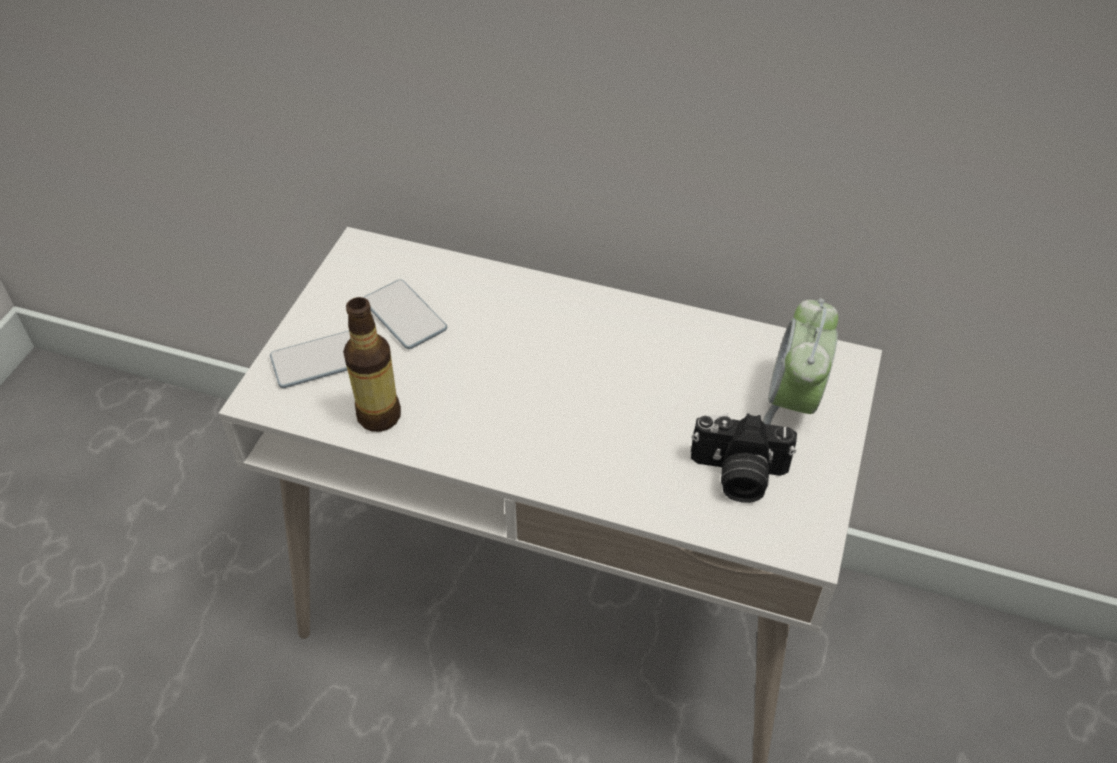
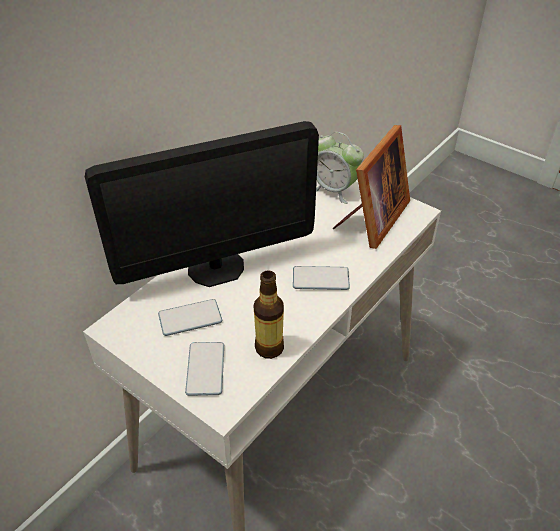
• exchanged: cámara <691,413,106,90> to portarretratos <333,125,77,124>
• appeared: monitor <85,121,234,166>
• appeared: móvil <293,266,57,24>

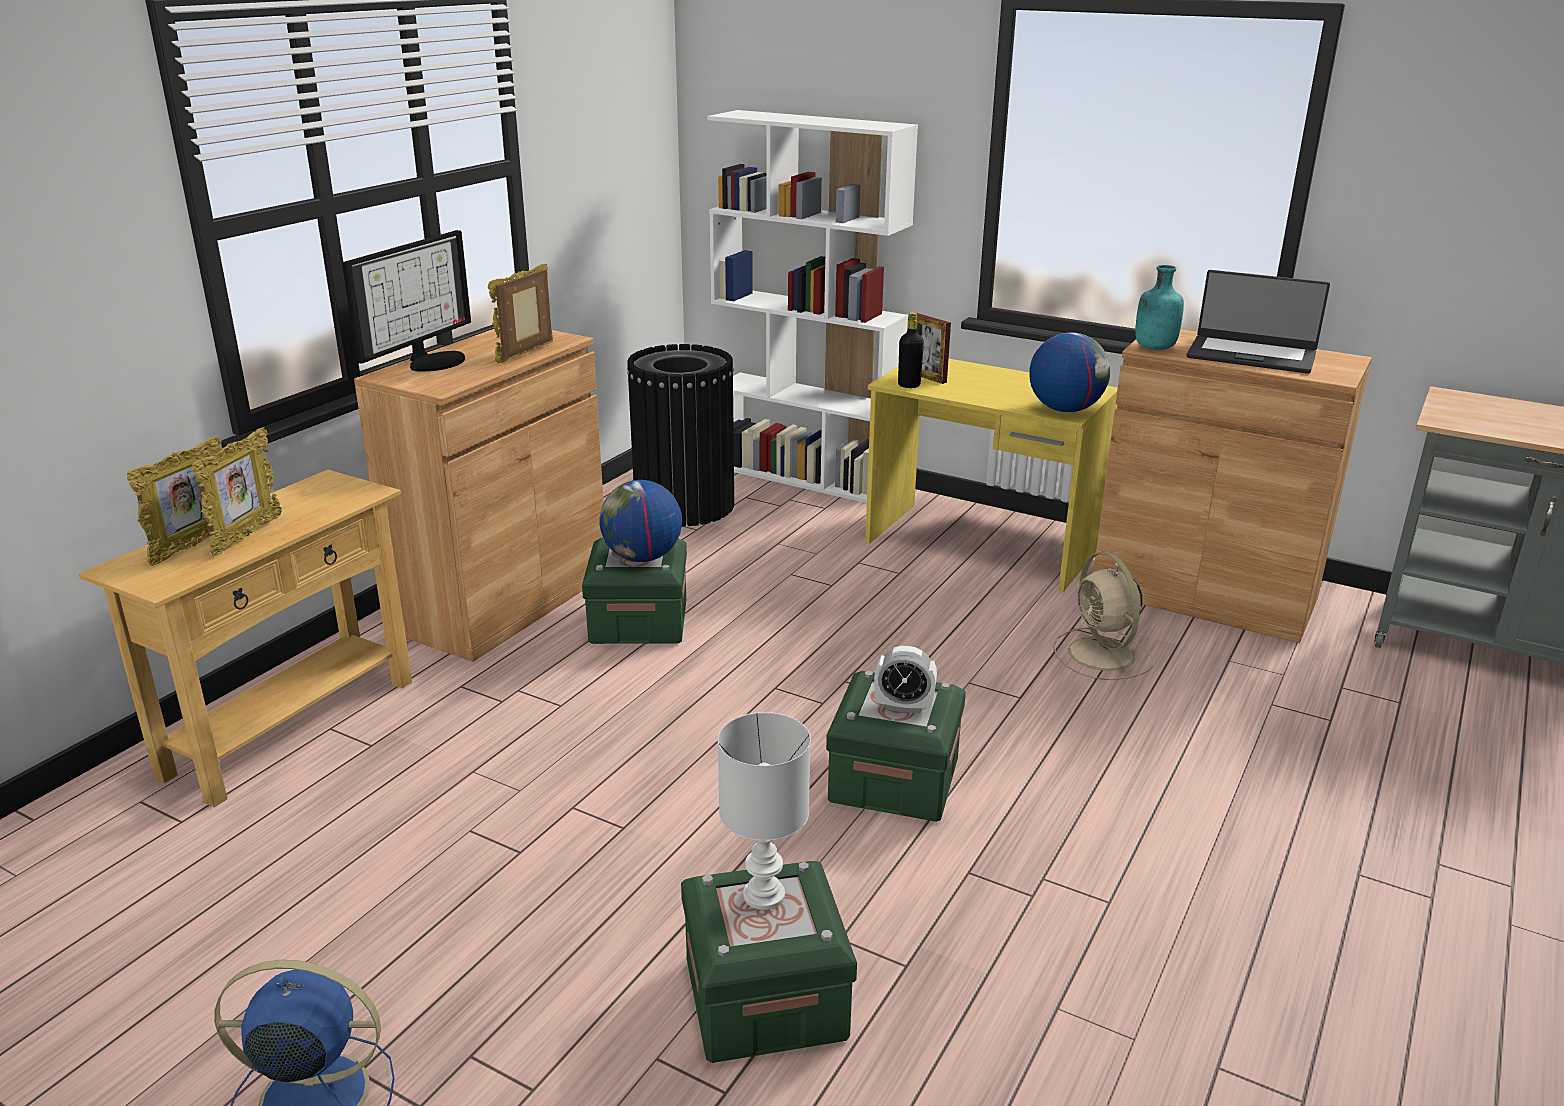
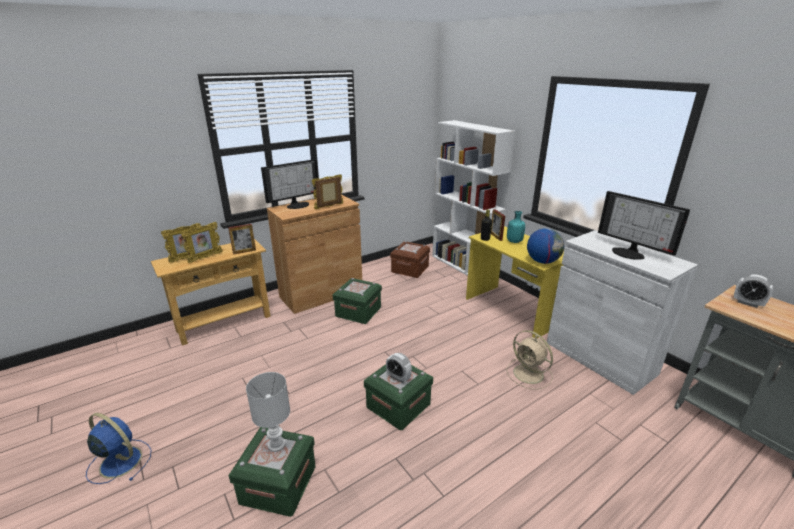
• missing: globo terráqueo <599,480,83,82>
• exchanged: papelera (negro) <627,344,107,182> to caja de almacenaje (marrón) <390,241,40,37>
• spun: ventilador (beis) <1053,552,101,128> = <506,330,47,60> 45 degrees counterclockwise
• colour: armario (marrón) <1093,329,279,314> to armario (blanco) <547,230,151,165>
• relocated: botella (turquesa) <1135,265,49,85> to <507,211,18,32>
• exchanged: portátil <1186,270,144,103> to monitor <598,191,92,69>
• appeared: portarretratos <228,224,28,30>
• appeared: despertador <734,274,39,34>

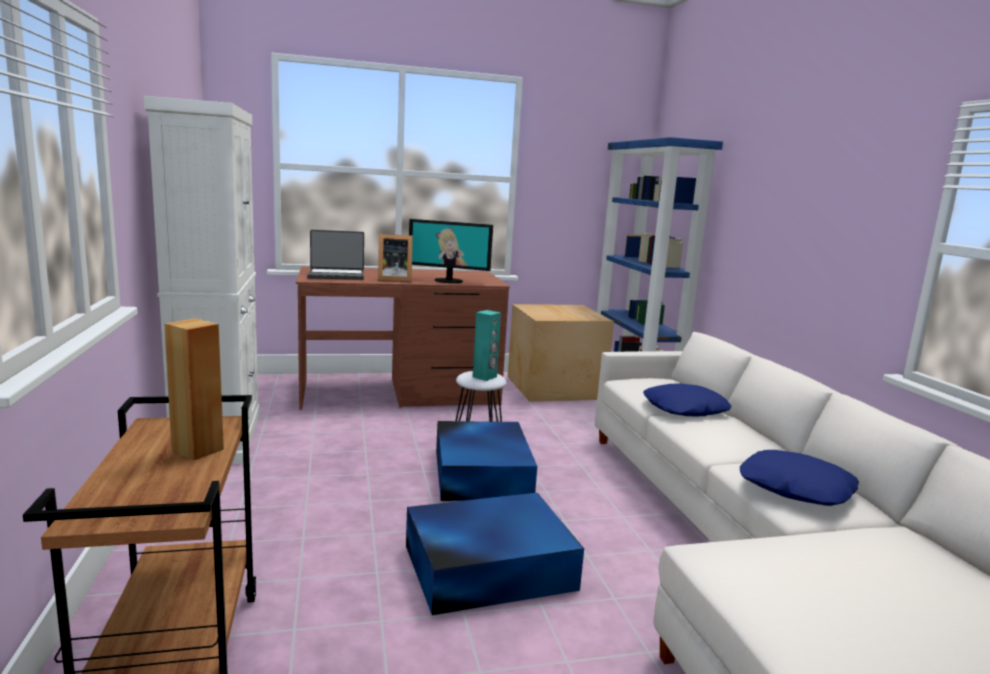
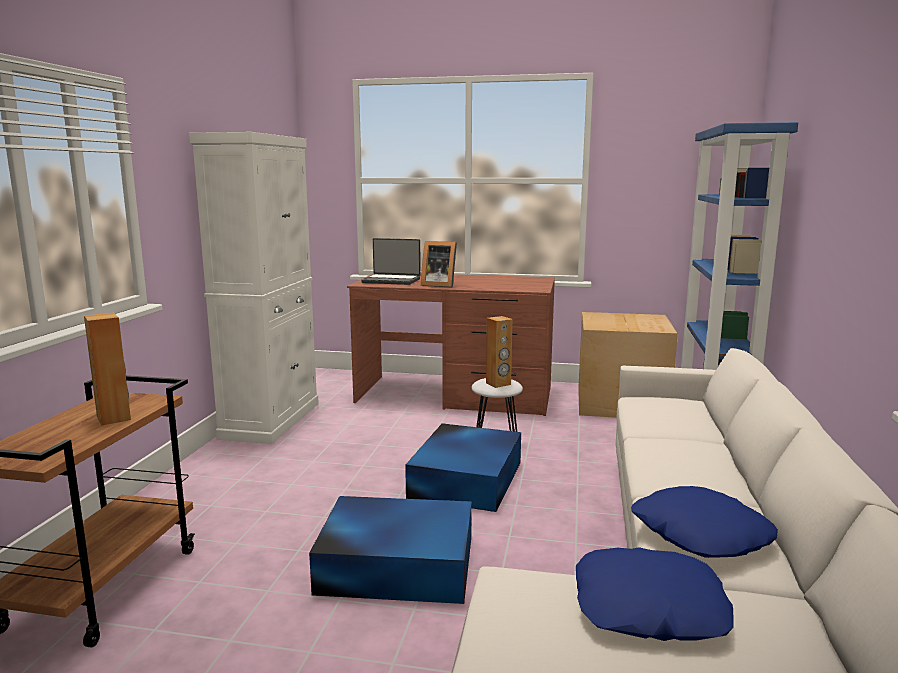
• missing: monitor <409,219,84,64>
• colour: altavoz (turquesa) <473,310,28,71> to altavoz (marrón) <486,316,26,72>
• relocated: cojín (azul) <643,383,89,33> to <576,547,157,94>

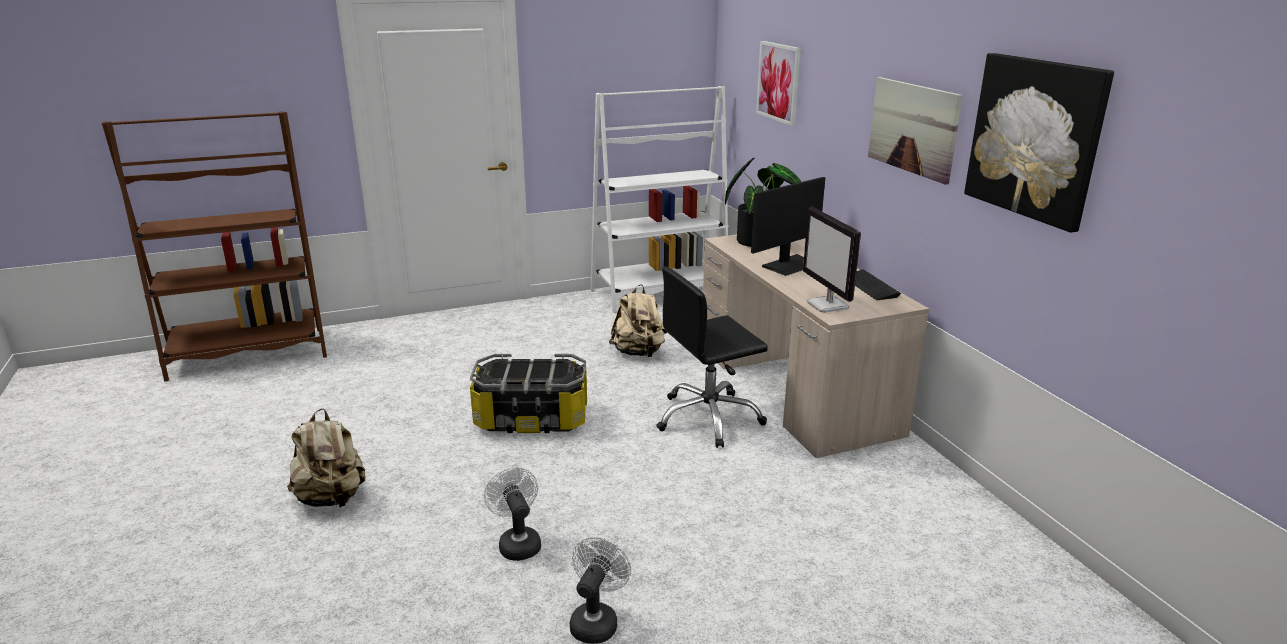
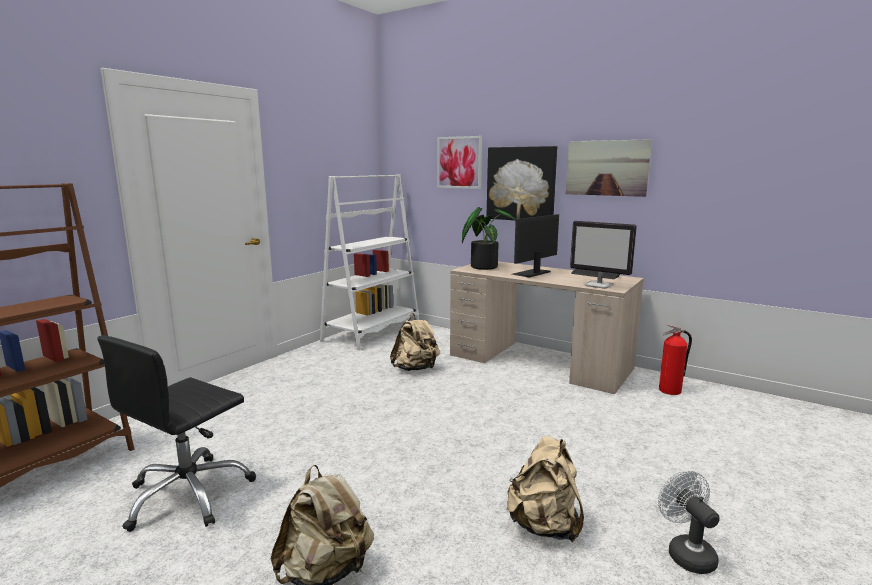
• missing: caja de almacenaje <470,354,117,79>
• exchanged: ventilador (blanco) <484,467,57,94> to mochila (beis) <506,435,78,107>
• relocated: silla de oficina (negro) <656,267,112,181> to <97,335,159,197>
• spun: monitor <751,177,74,99> = <512,214,47,64> 150 degrees counterclockwise
• relocated: cuadro <964,53,150,180> to <486,146,71,74>
• appeared: extintor <659,324,33,71>

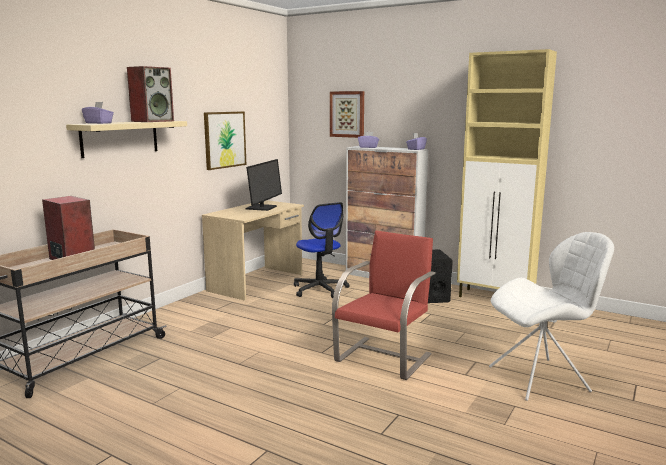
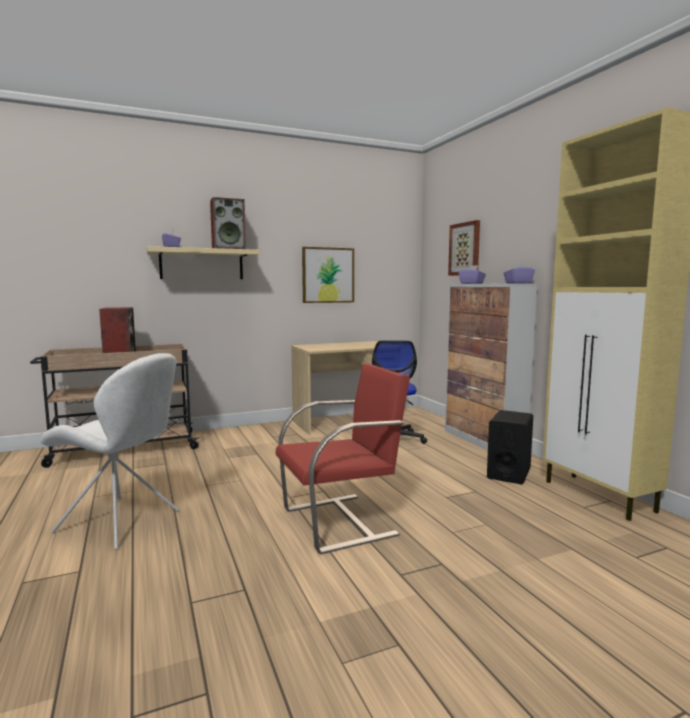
• missing: monitor <246,159,36,52>
• relocated: silla (blanco) <489,232,125,169> to <41,353,138,197>

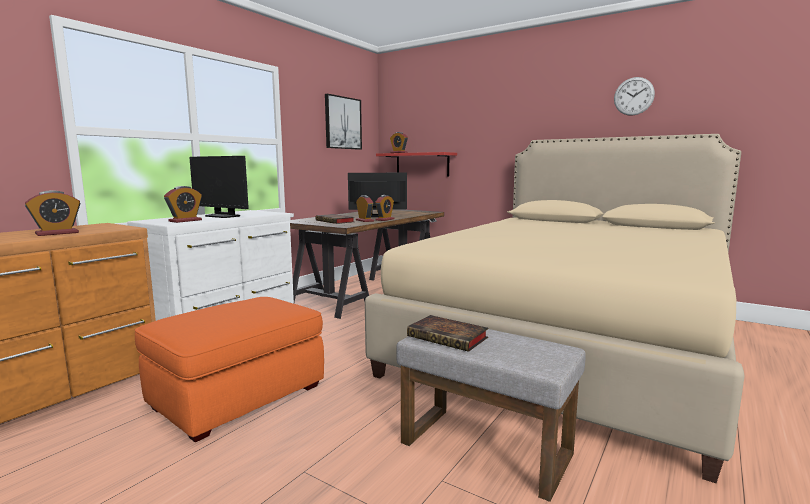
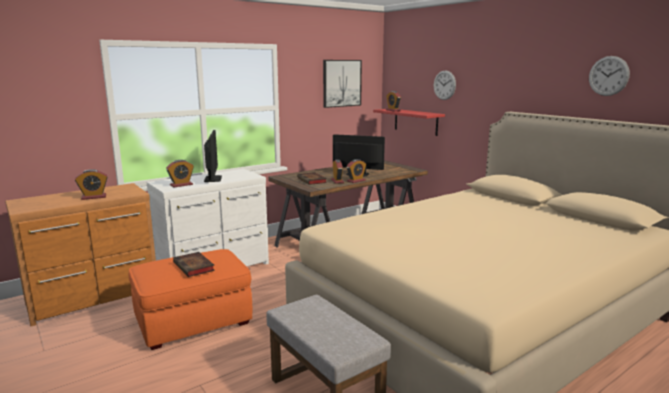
• spun: monitor <189,156,60,62> = <204,130,18,52> 150 degrees counterclockwise
• relocated: libro <407,315,82,37> to <173,252,42,25>
• appeared: reloj de pared <434,70,22,30>

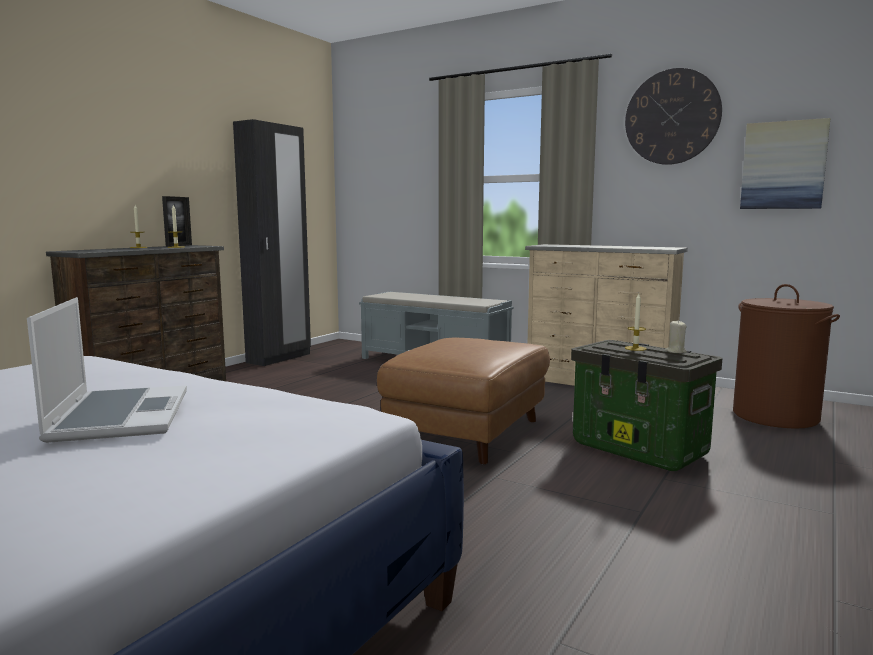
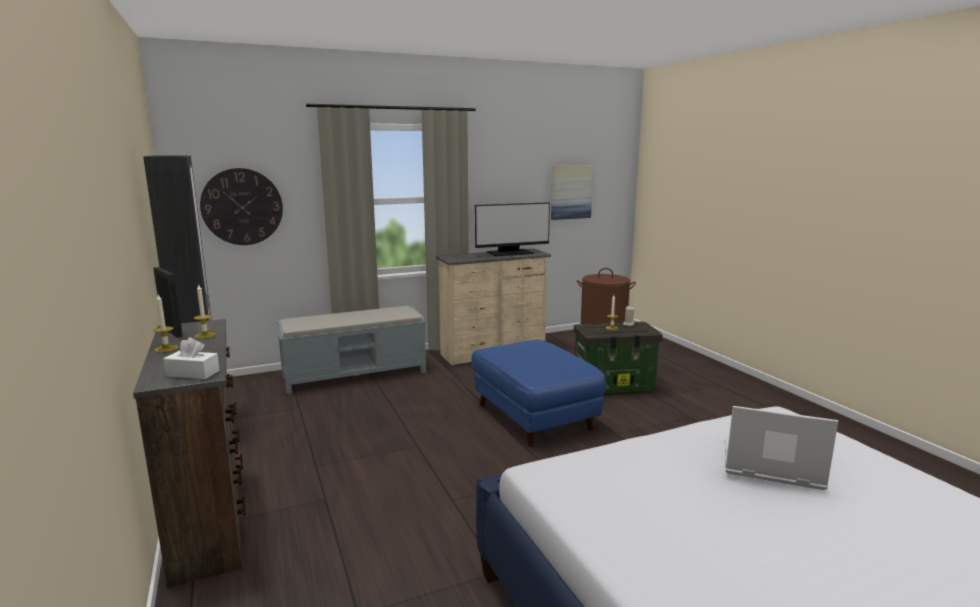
• colour: puf (marrón) <377,337,173,127> to puf (azul) <471,339,135,108>
• relocated: reloj de pared <625,68,97,97> to <200,168,83,77>
• appeared: caja de pañuelos (blanco) <163,337,57,42>
• appeared: monitor <475,202,75,54>

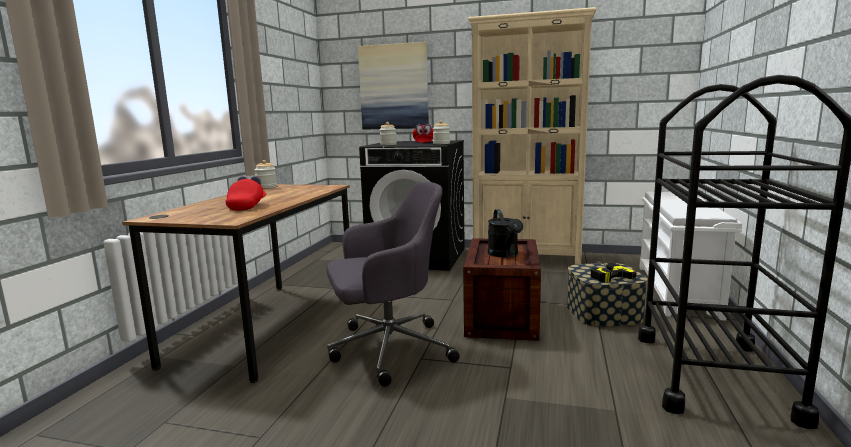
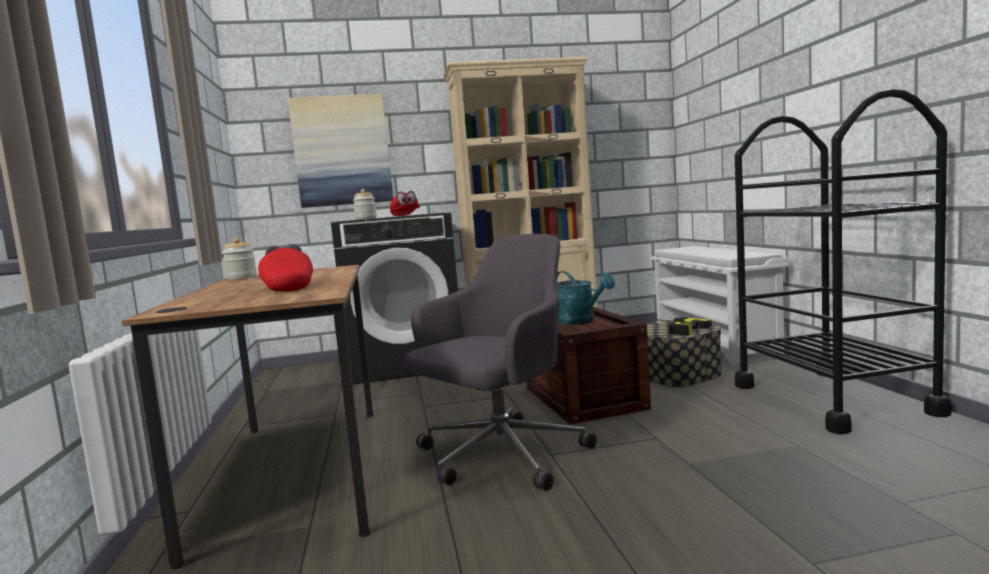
• missing: tarro <433,120,17,24>
• colour: regadera (negro) <488,209,35,48> to regadera (turquesa) <557,271,58,54>

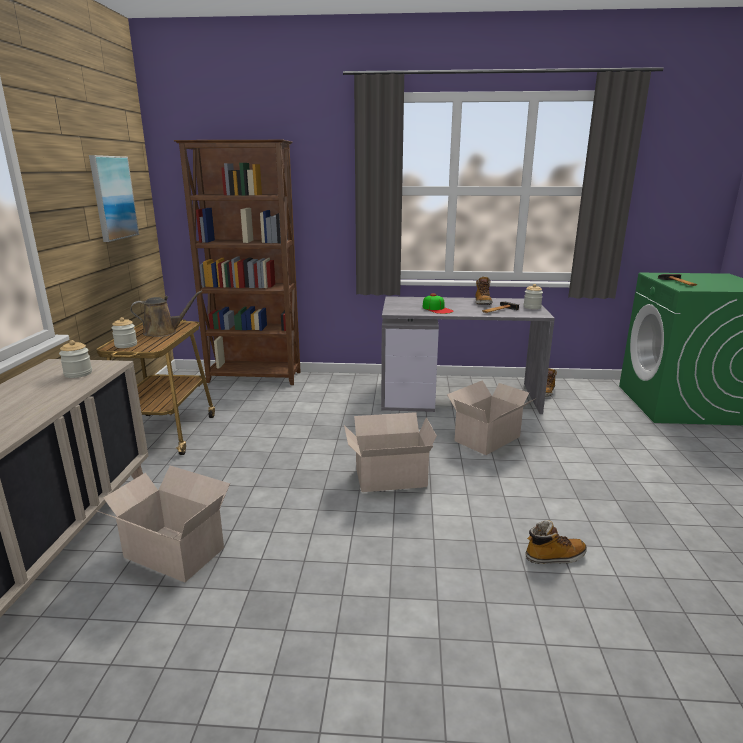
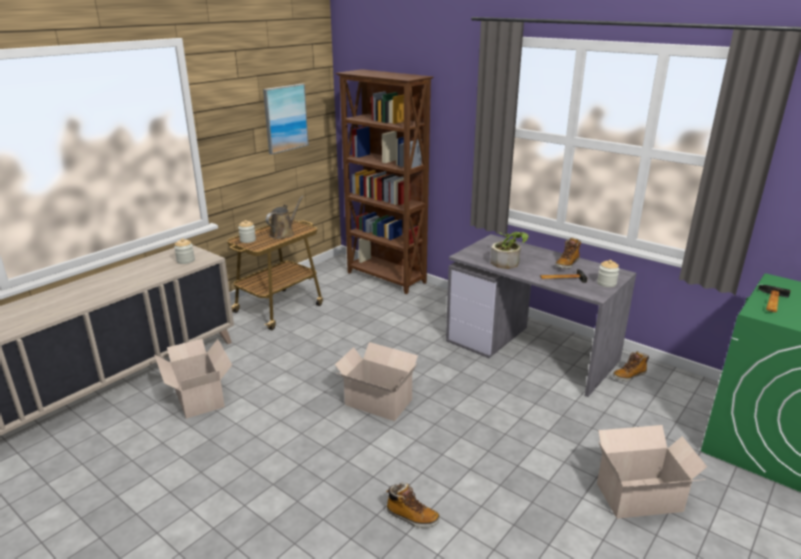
• spun: regadera (marrón) <130,290,72,47> = <266,196,38,43> 75 degrees counterclockwise
• exchanged: gorra <423,294,30,20> to planta en maceta <491,232,38,37>
• relocated: caja de cartón <447,380,88,75> to <597,425,110,94>

